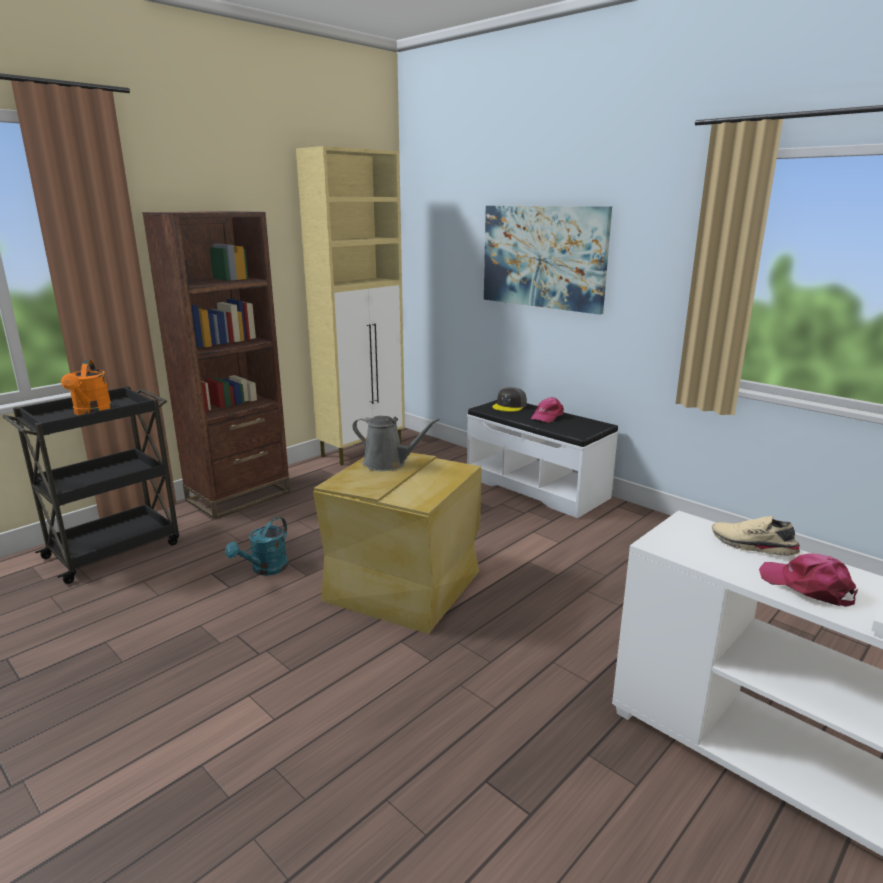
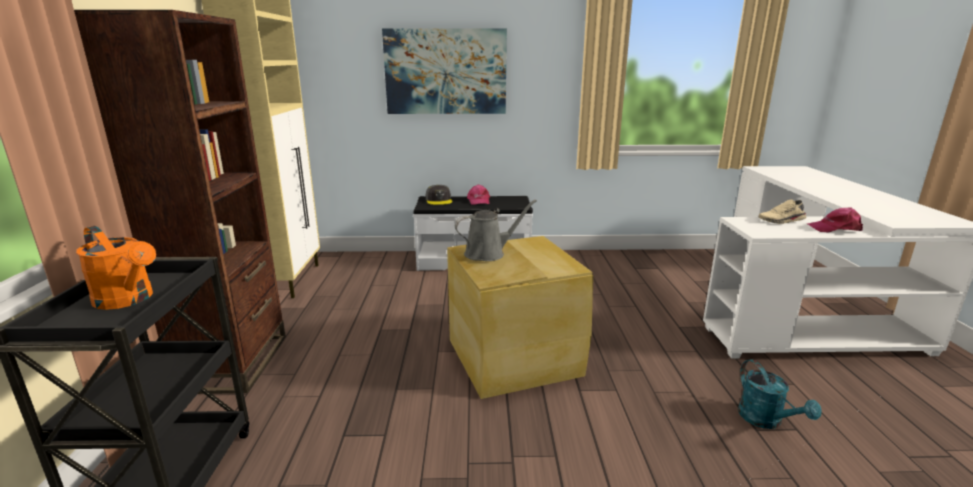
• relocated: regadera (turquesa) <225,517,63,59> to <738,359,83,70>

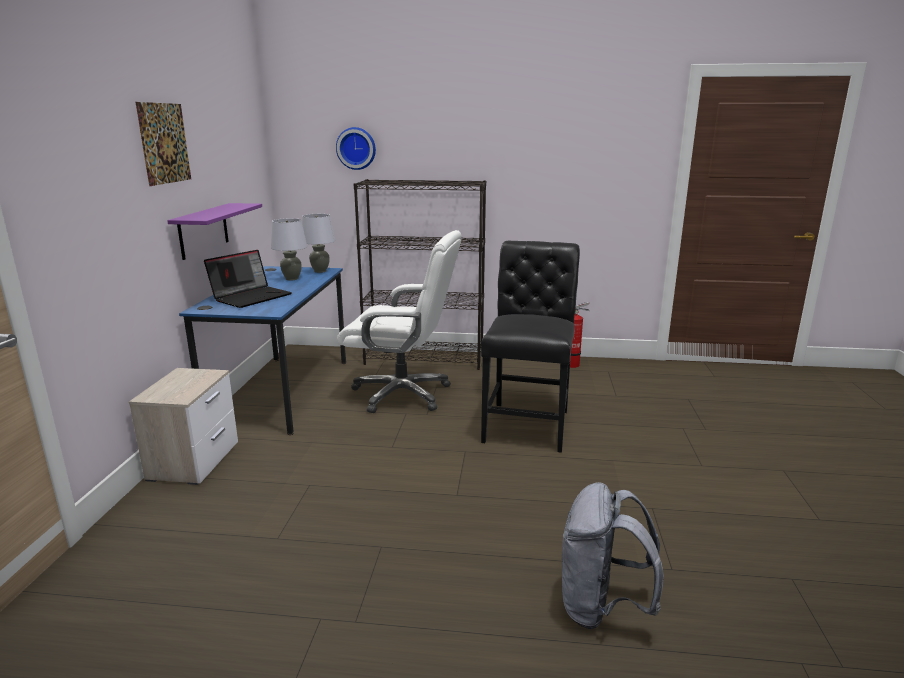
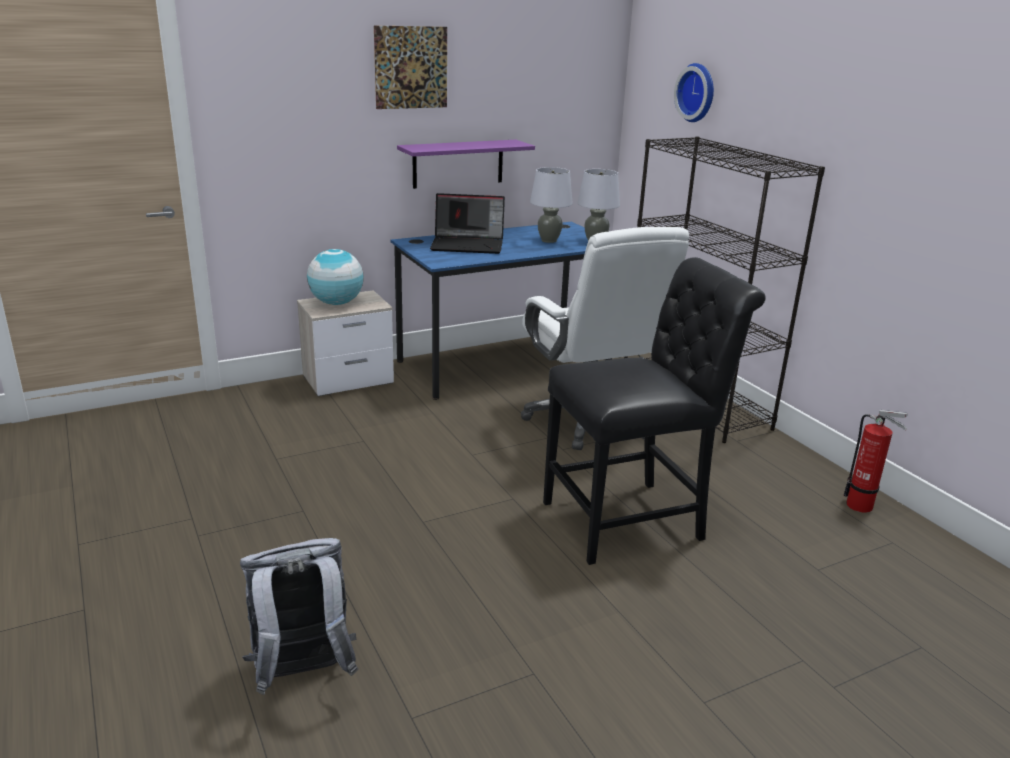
• appeared: globo terráqueo <307,249,57,56>

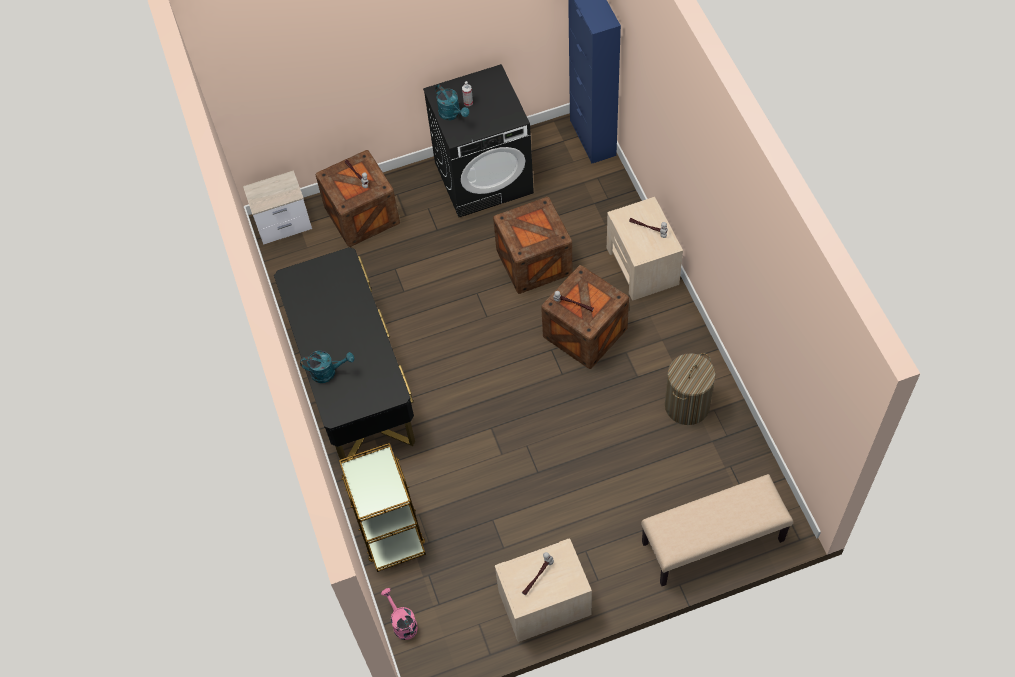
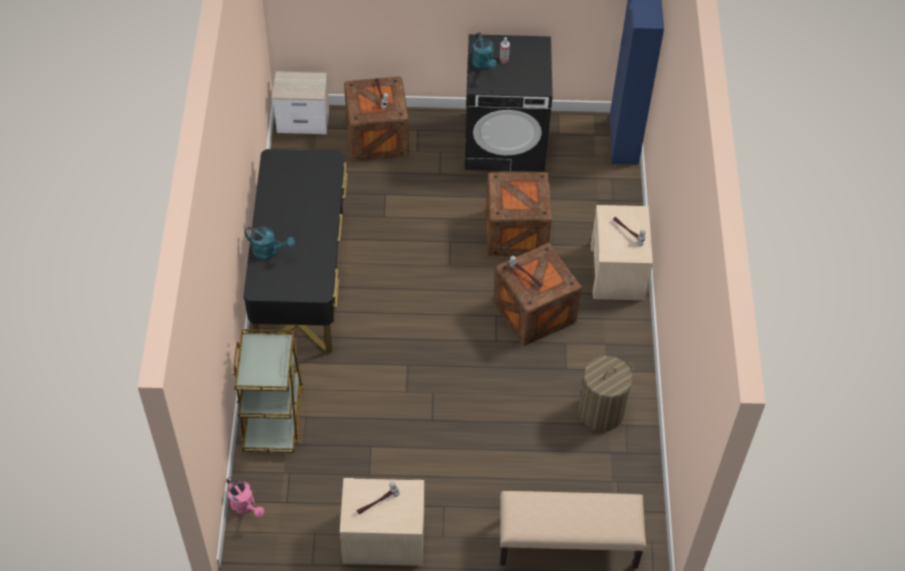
• spun: regadera (rosa) <381,588,37,52> = <226,477,38,40> 150 degrees clockwise

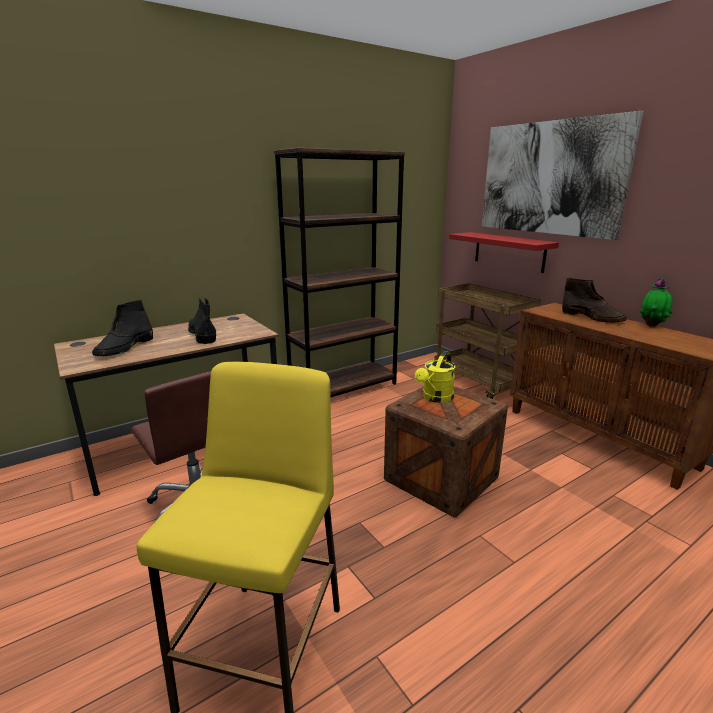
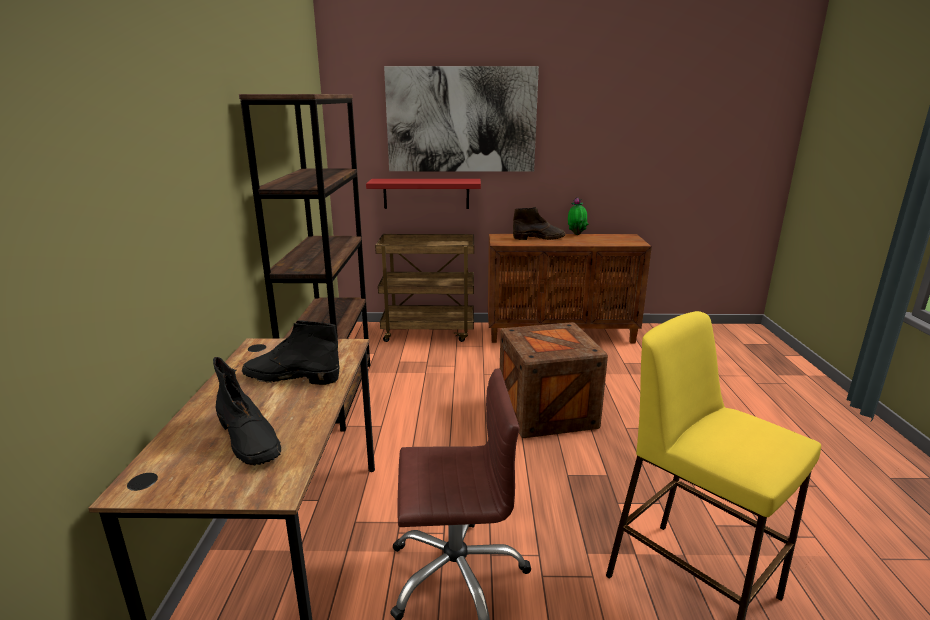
• missing: regadera (amarillo) <415,351,40,52>

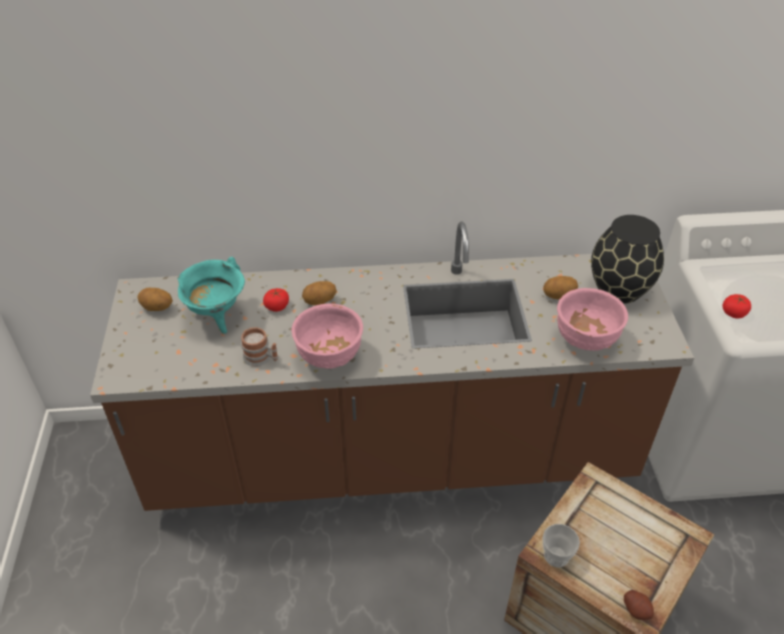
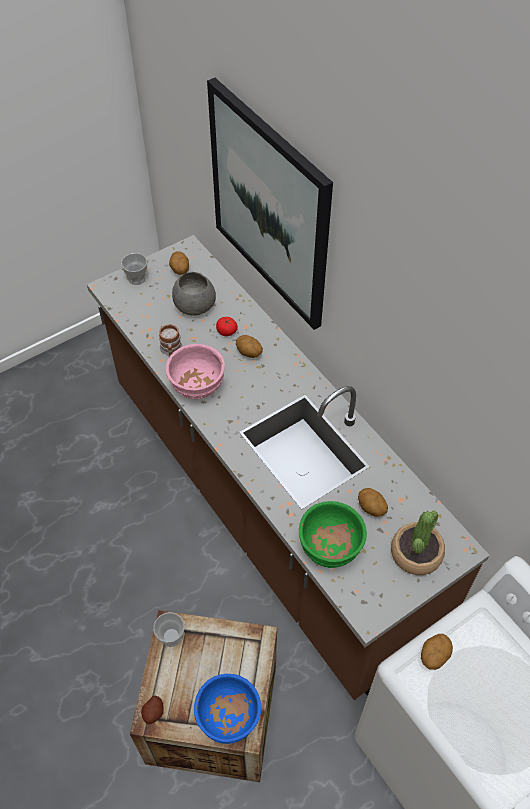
• exchanged: olla (turquesa) <177,257,68,77> to cuenco (gris) <172,272,44,44>
• colour: cuenco (rosa) <557,288,71,63> to cuenco (verde) <299,501,68,67>
• exchanged: florero (negro) <591,215,73,89> to planta en maceta <391,511,54,64>
• exchanged: tomate <723,294,28,25> to patata <421,634,32,36>
• appeared: taza <121,253,26,32>
• appeared: cuenco (azul) <194,674,67,70>
• appeared: cuadro <207,78,126,252>

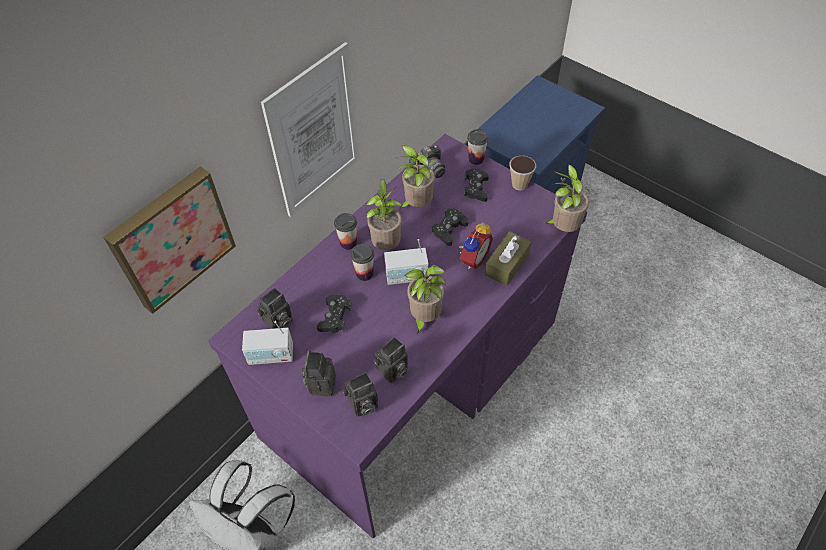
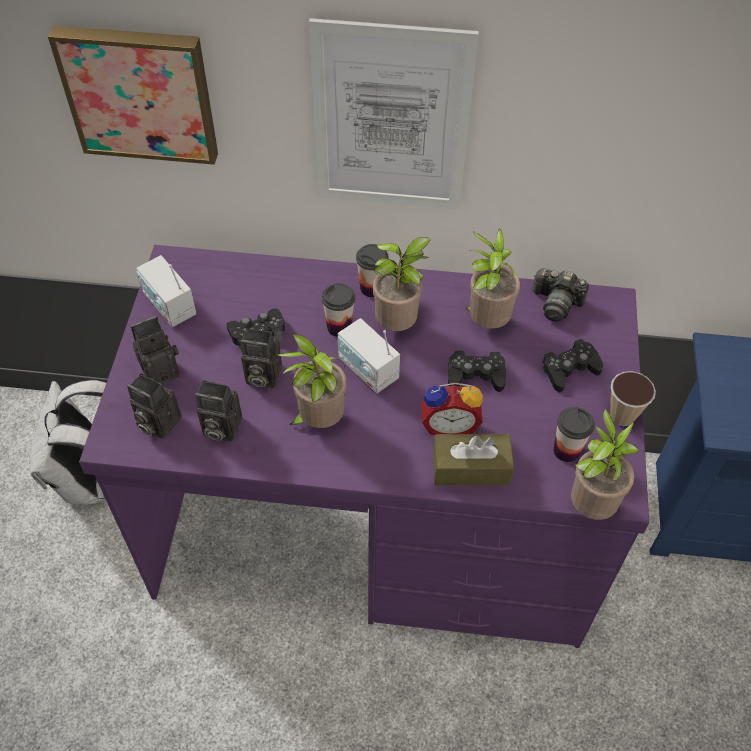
• relocated: cámara <256,288,37,41> to <241,328,41,60>
• relocated: taza <467,129,21,36> to <553,407,42,55>

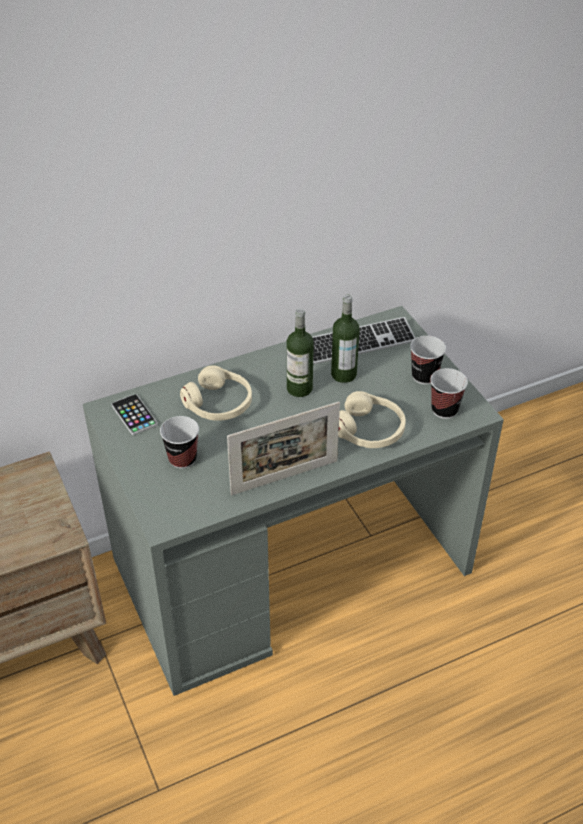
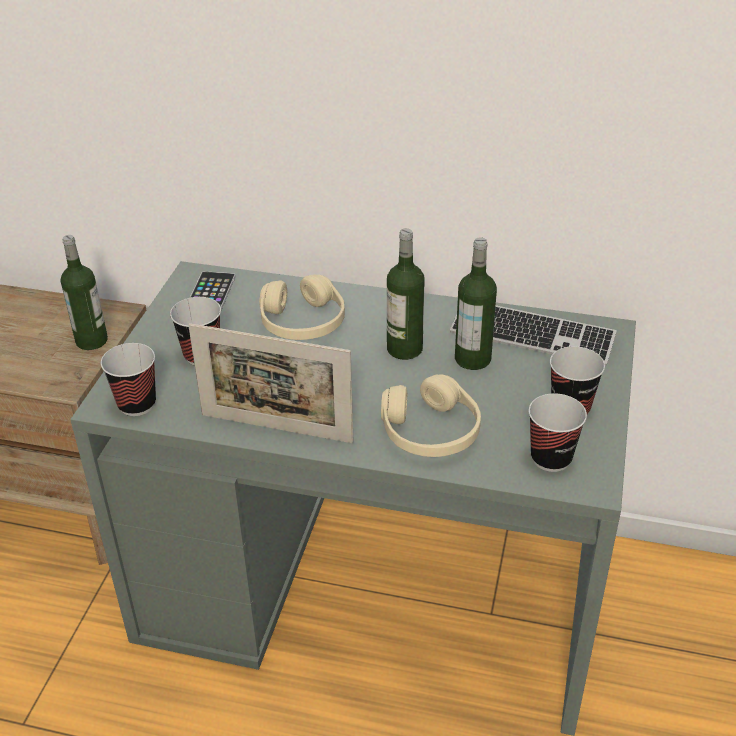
• appeared: botella <61,235,47,115>
• appeared: taza <101,343,55,73>

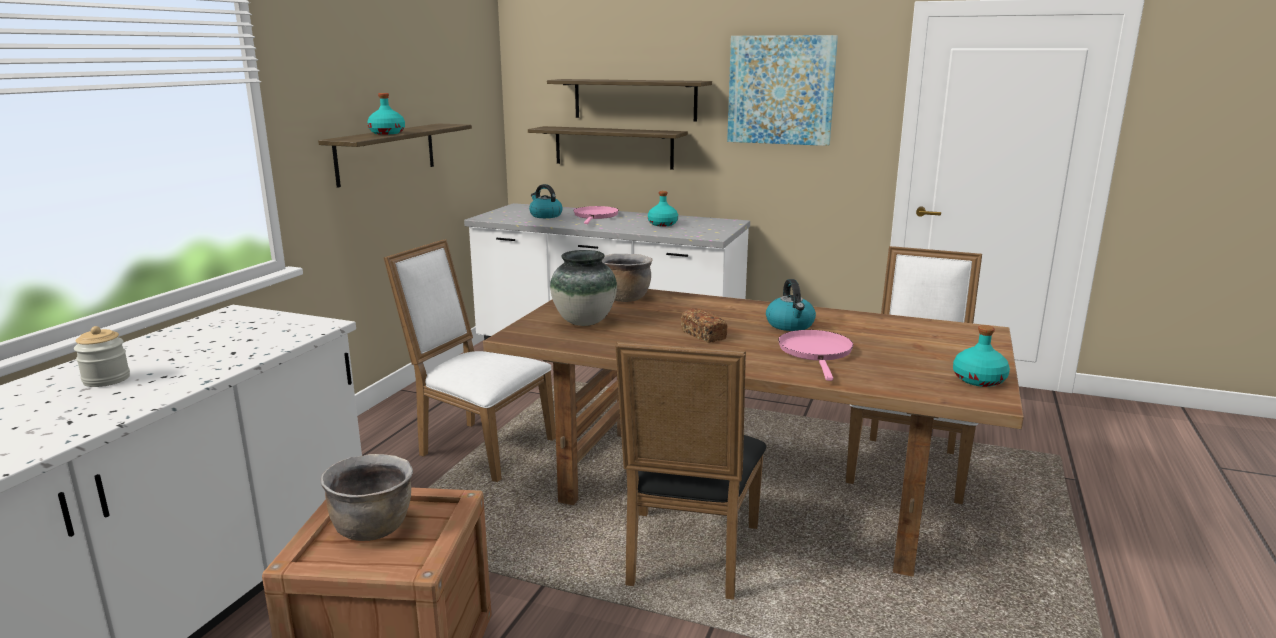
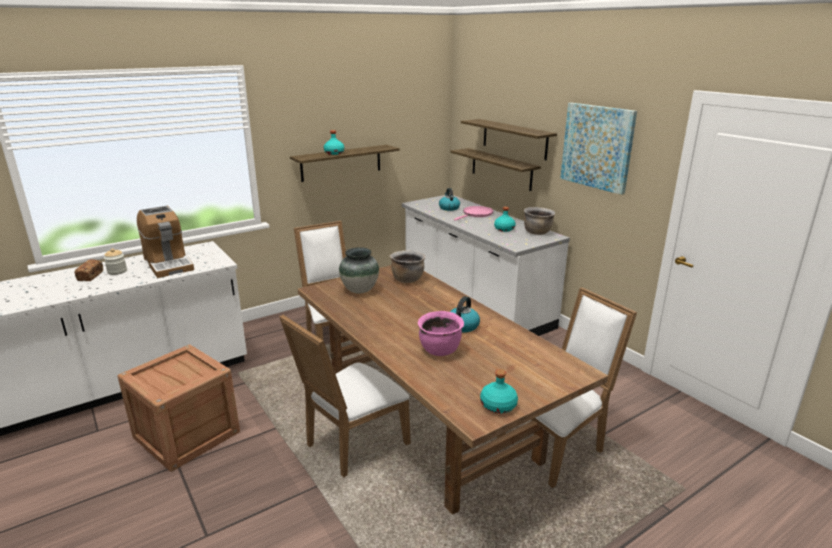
• relocated: olla (marrón) <321,454,92,87> to <524,207,31,28>
• colour: silla (negro) <615,342,151,258> to silla (blanco) <279,314,132,163>
• relocated: pan <681,308,46,35> to <74,259,29,22>
• exchanged: sartén (rosa) <778,330,75,51> to olla (rosa) <418,311,46,45>
• appeared: cafetera <137,206,57,72>

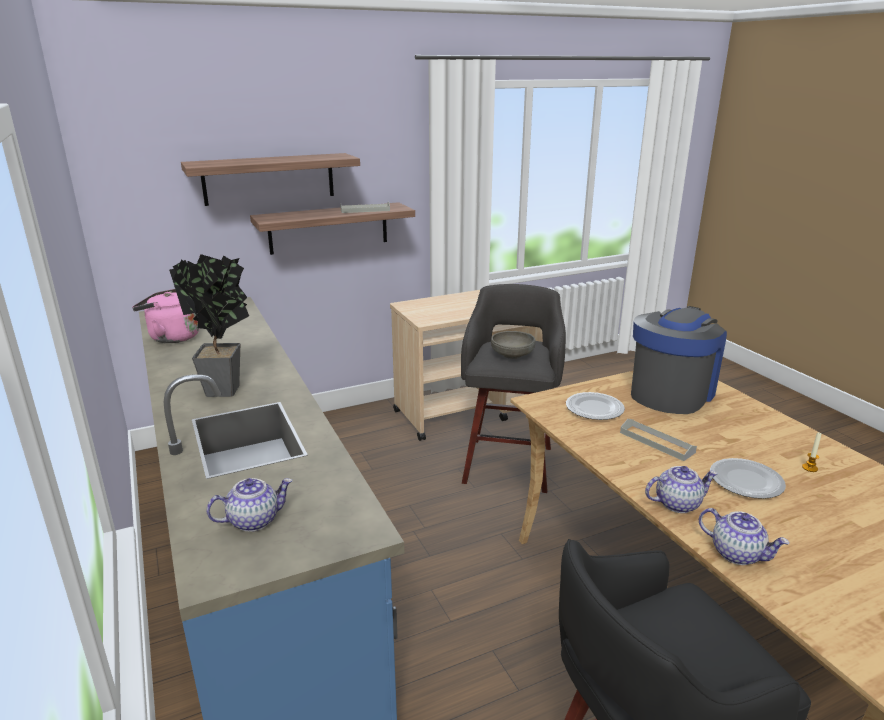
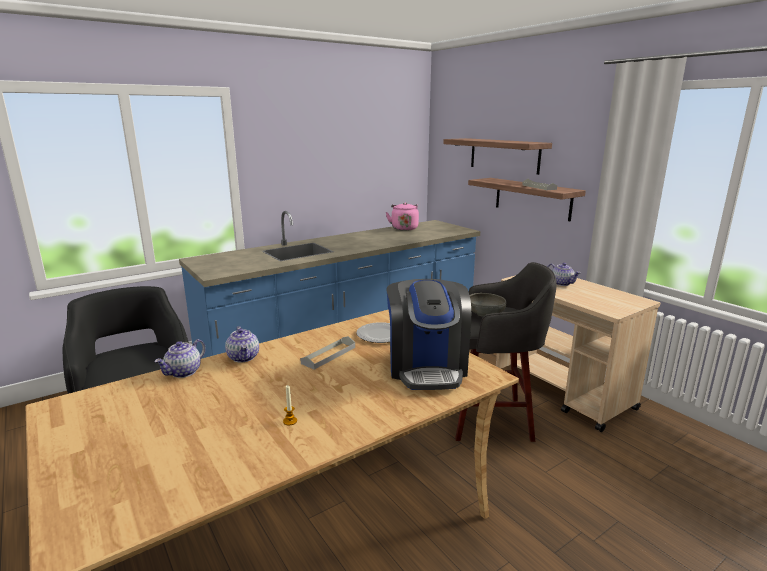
• missing: planta en maceta <169,254,80,143>
• relocated: tetera <206,478,86,54> to <548,263,33,23>
• spun: cafetera <631,306,96,108> = <386,279,85,111> 60 degrees clockwise
• missing: plato <710,458,76,41>

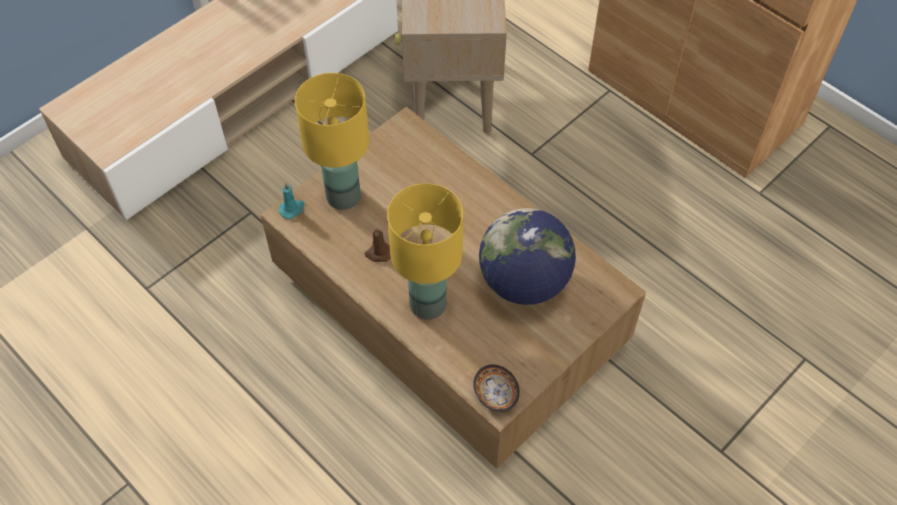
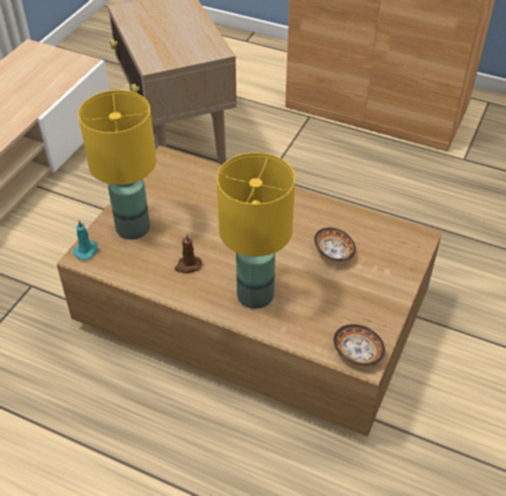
• exchanged: globo terráqueo <479,208,97,97> to cuenco <314,228,42,33>

